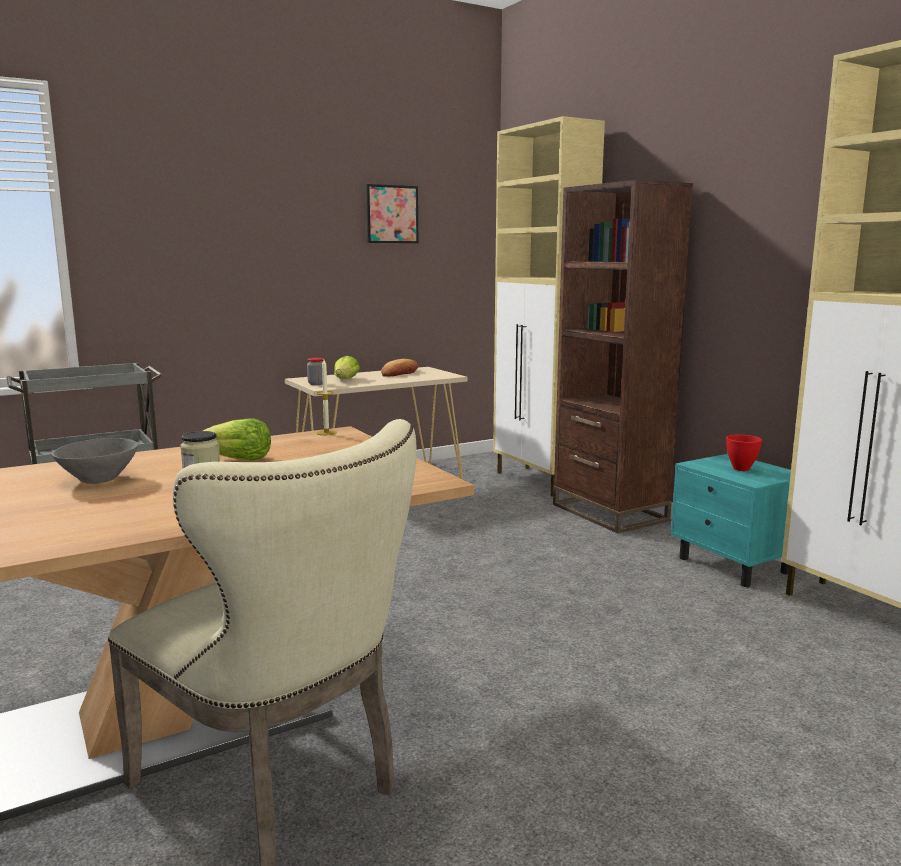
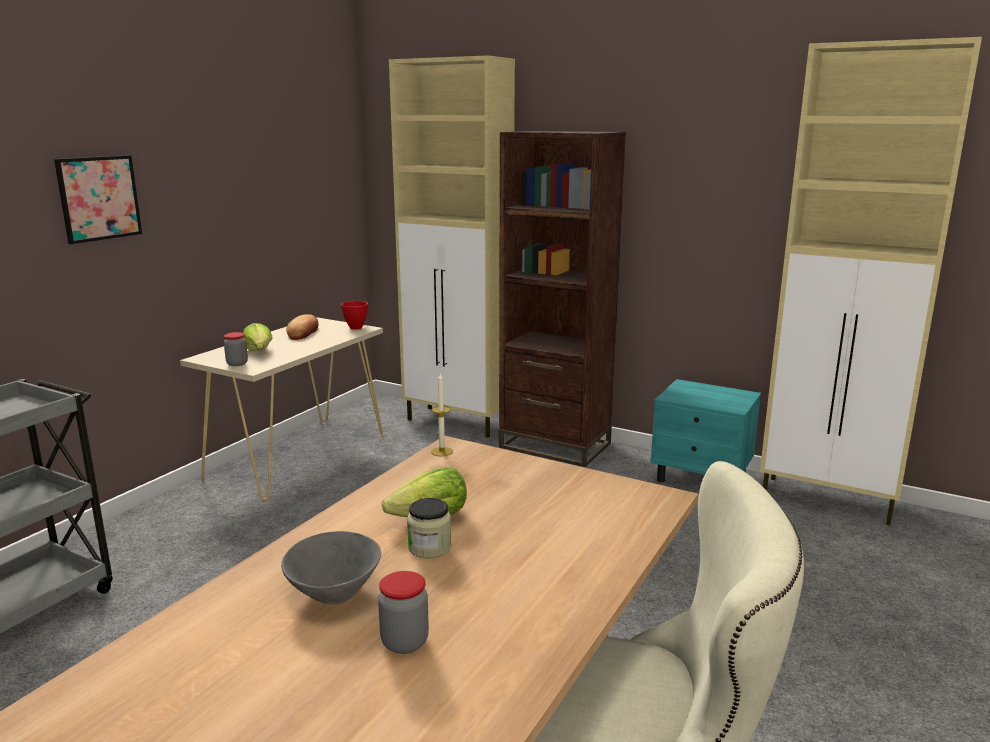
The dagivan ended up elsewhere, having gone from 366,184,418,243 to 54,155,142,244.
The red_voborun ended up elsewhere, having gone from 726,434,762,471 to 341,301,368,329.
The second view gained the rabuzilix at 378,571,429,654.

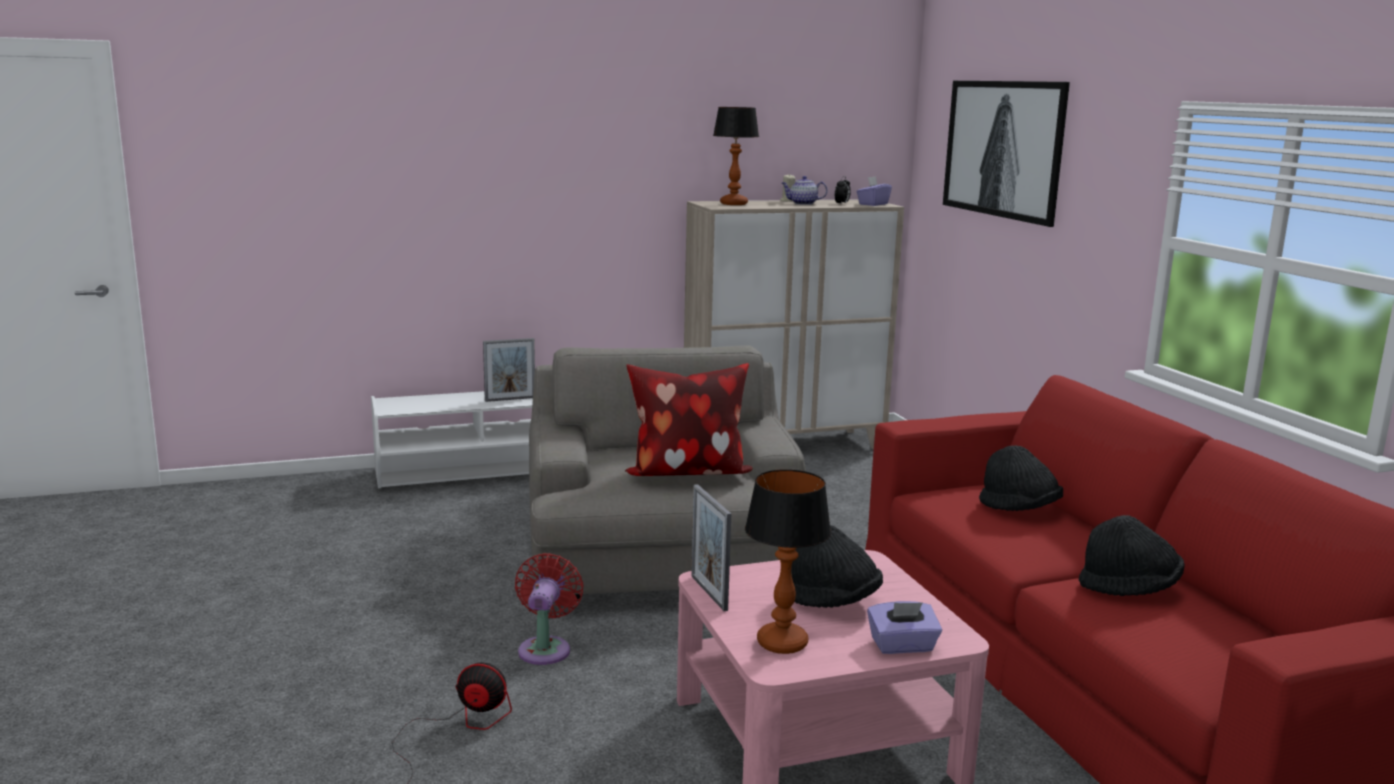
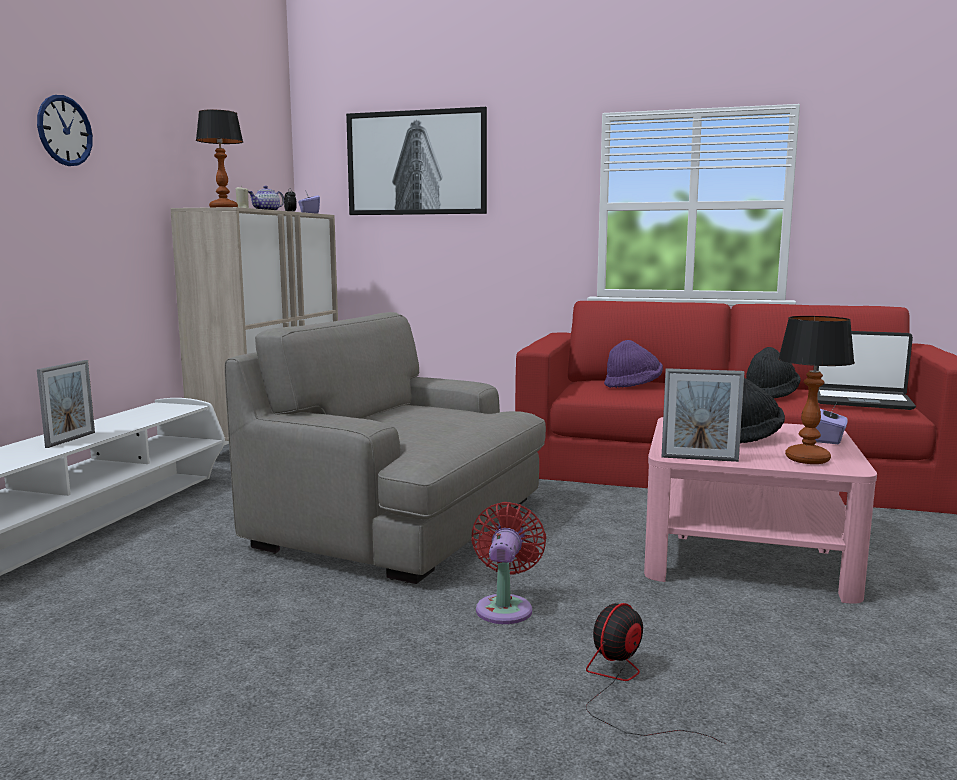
The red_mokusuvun at 515,553,584,665 ended up facing another way, 60 degrees clockwise from before.
The second view lost the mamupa at 625,363,752,476.
What was the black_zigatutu at 979,445,1063,511 turned into the purple_zigatutu at 604,340,663,388.
The second view gained the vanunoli at 37,95,93,166.
The second view gained the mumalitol at 816,331,916,410.

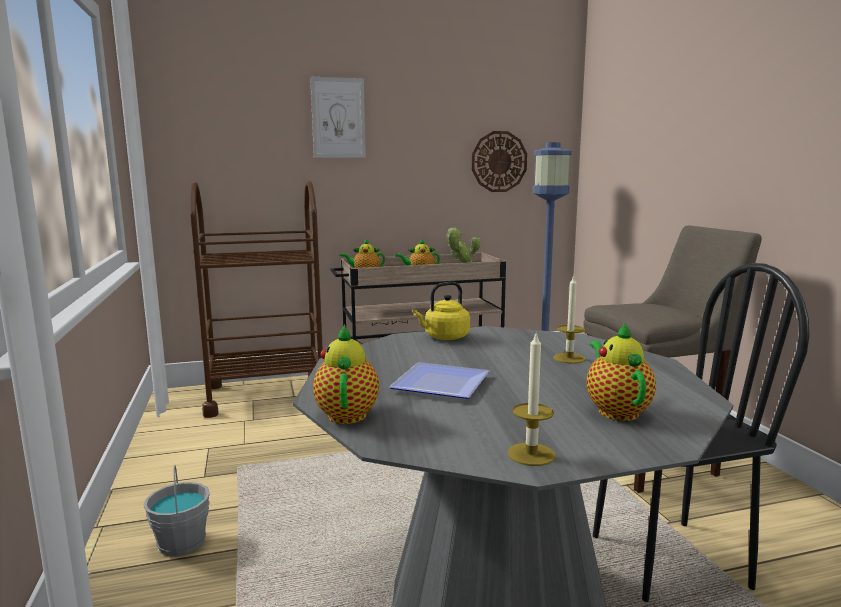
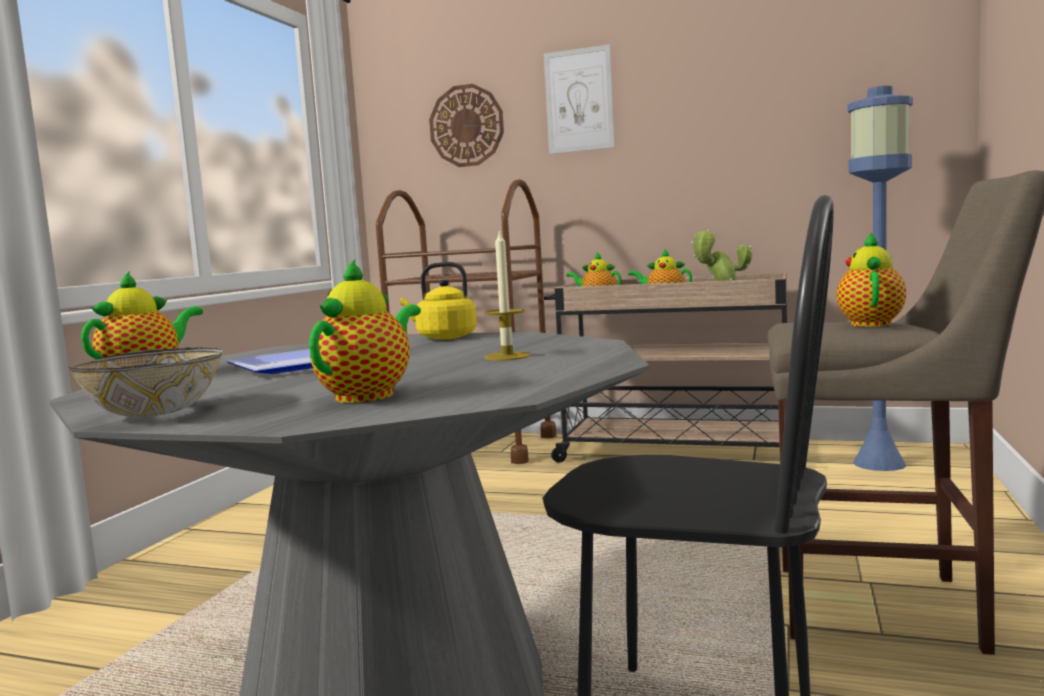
The second view lost the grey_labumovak at 143,465,210,556.
The vanunoli ended up elsewhere, having gone from 472,131,527,192 to 429,84,504,167.
Where the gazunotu stood at 507,331,556,466, the voborun came to stand at 69,347,222,417.
The second view gained the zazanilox at 837,232,906,327.

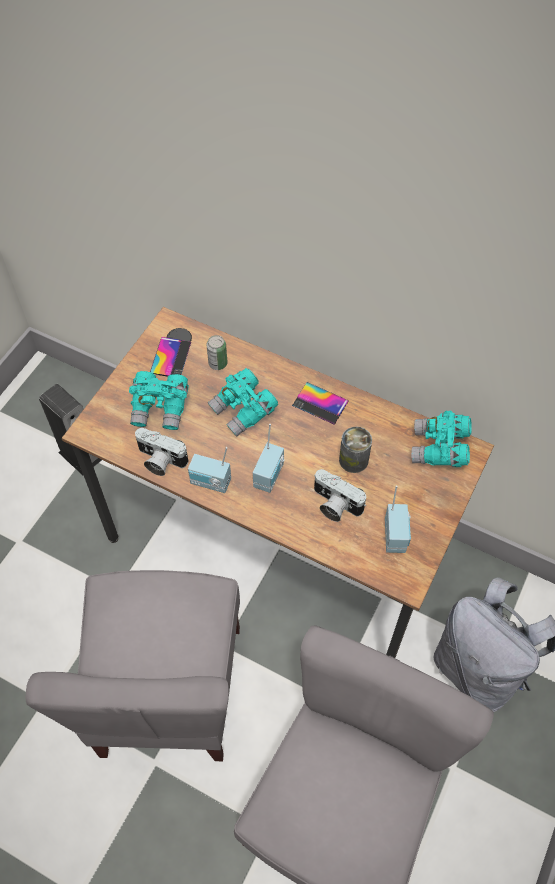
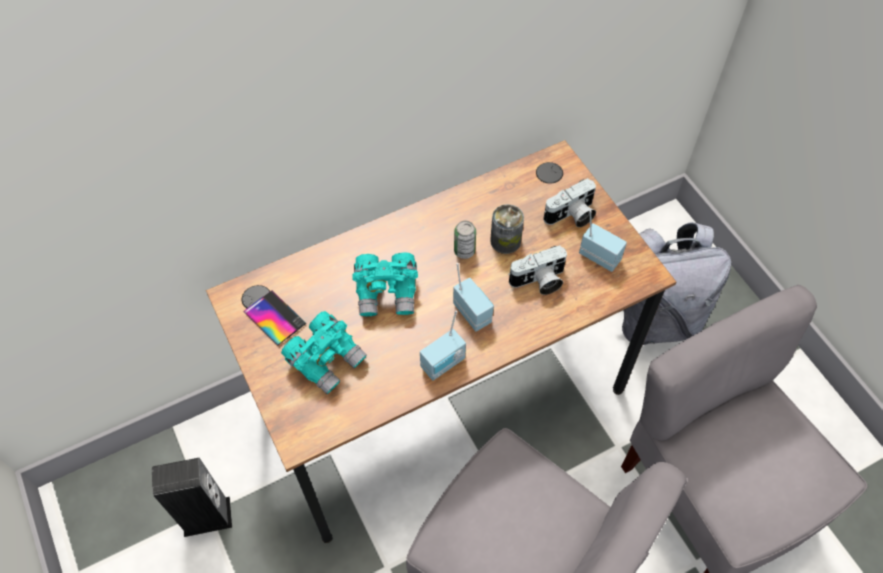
The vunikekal ended up elsewhere, having gone from 135,428,188,476 to 543,178,596,227.
The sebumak ended up elsewhere, having gone from 207,335,228,370 to 454,221,476,259.
The second view lost the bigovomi at 292,382,349,425.
The second view lost the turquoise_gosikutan at 411,411,472,467.

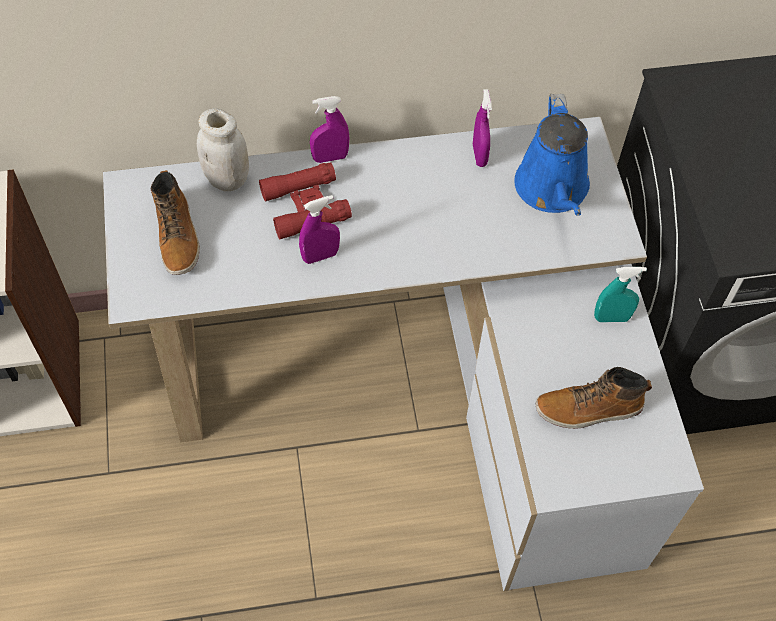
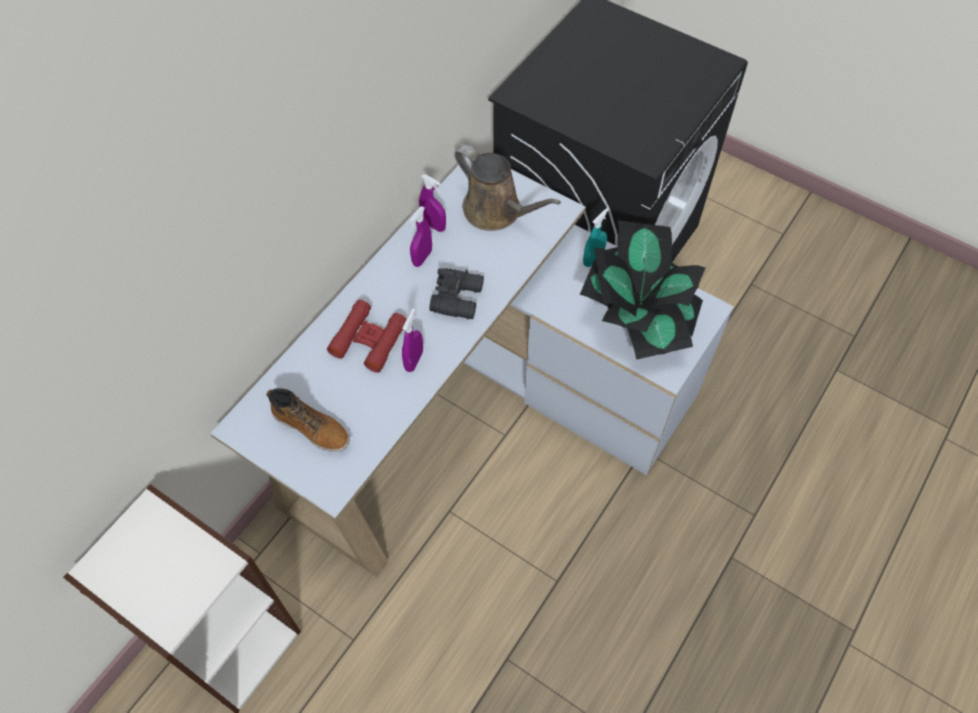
The second view lost the white_rabuzilix at 197,108,249,191.
The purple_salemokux ended up elsewhere, having gone from 310,96,349,163 to 410,206,432,267.
What was the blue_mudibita at 514,94,590,215 turned into the brown_mudibita at 454,145,561,231.
Where the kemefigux stood at 536,367,652,429, the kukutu came to stand at 580,220,706,360.
The second view gained the black_gosikutan at 429,268,484,319.

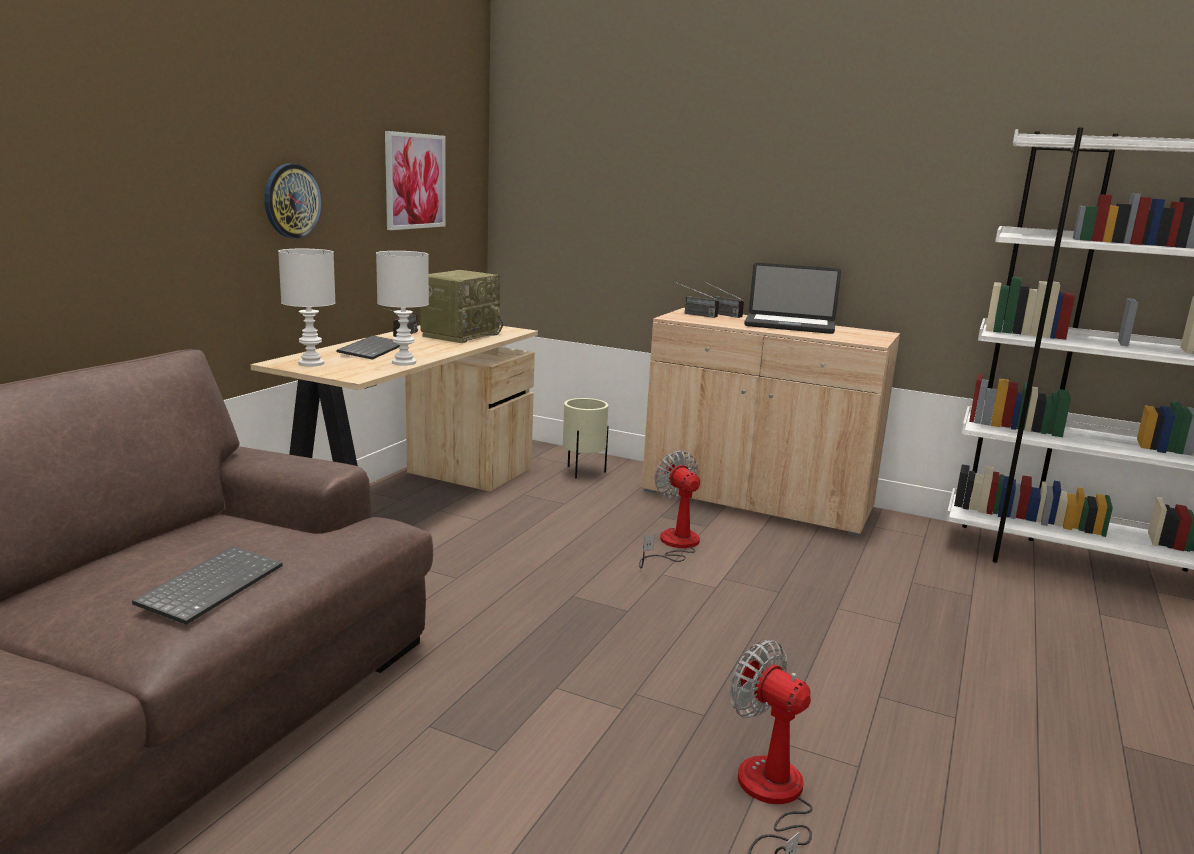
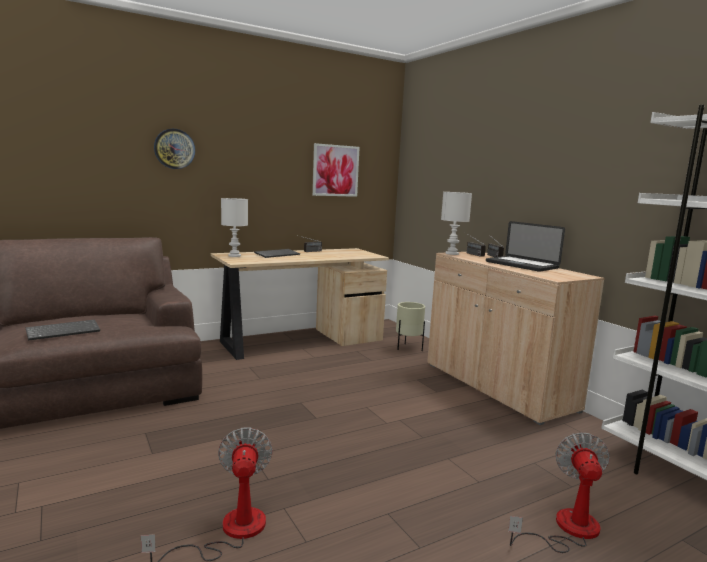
The vanunoli ended up elsewhere, having gone from 264,164,322,239 to 154,129,195,169.
The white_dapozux ended up elsewhere, having gone from 376,251,429,366 to 441,192,472,255.
The second view lost the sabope at 420,270,503,343.
The mokusuvun ended up elsewhere, having gone from 639,451,700,568 to 508,432,610,553.

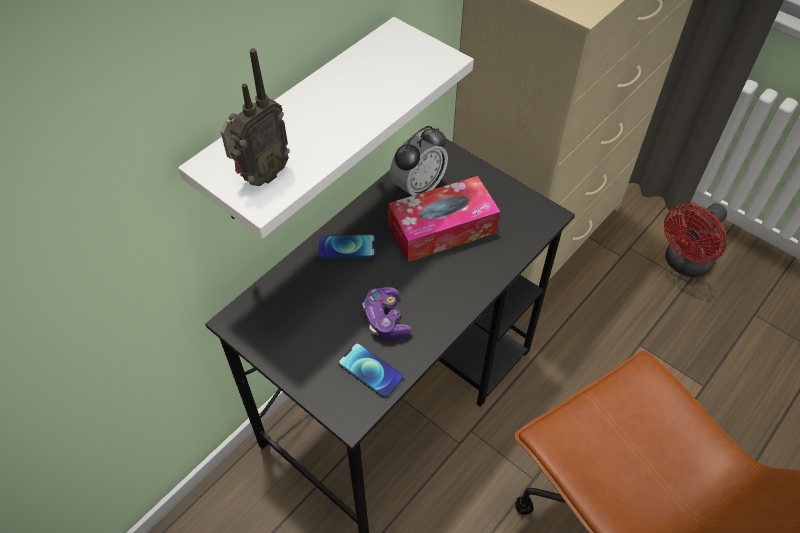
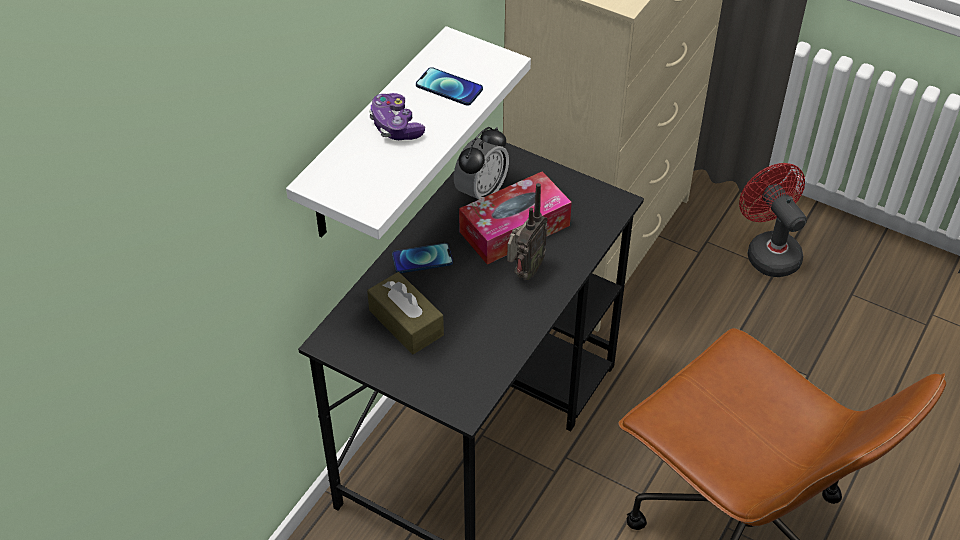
The sabope ended up elsewhere, having gone from 221,48,290,186 to 507,183,548,280.
The bigovomi ended up elsewhere, having gone from 338,343,404,398 to 416,67,483,106.
The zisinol ended up elsewhere, having gone from 362,287,412,339 to 369,93,425,140.
The red_mokusuvun at 664,203,727,278 ended up facing another way, 120 degrees clockwise from before.
The second view gained the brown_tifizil at 367,272,444,354.

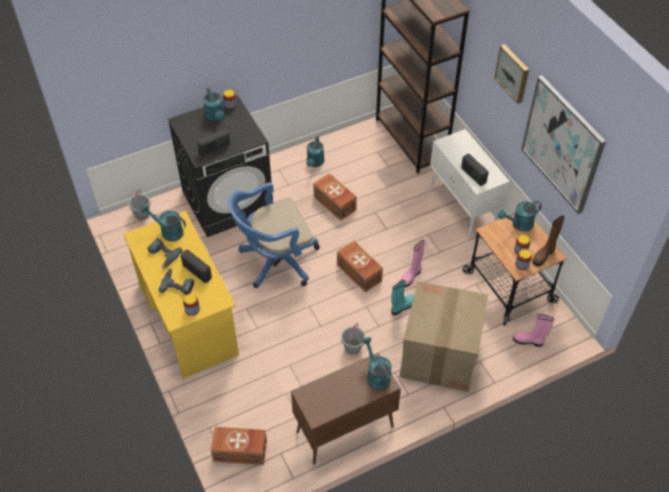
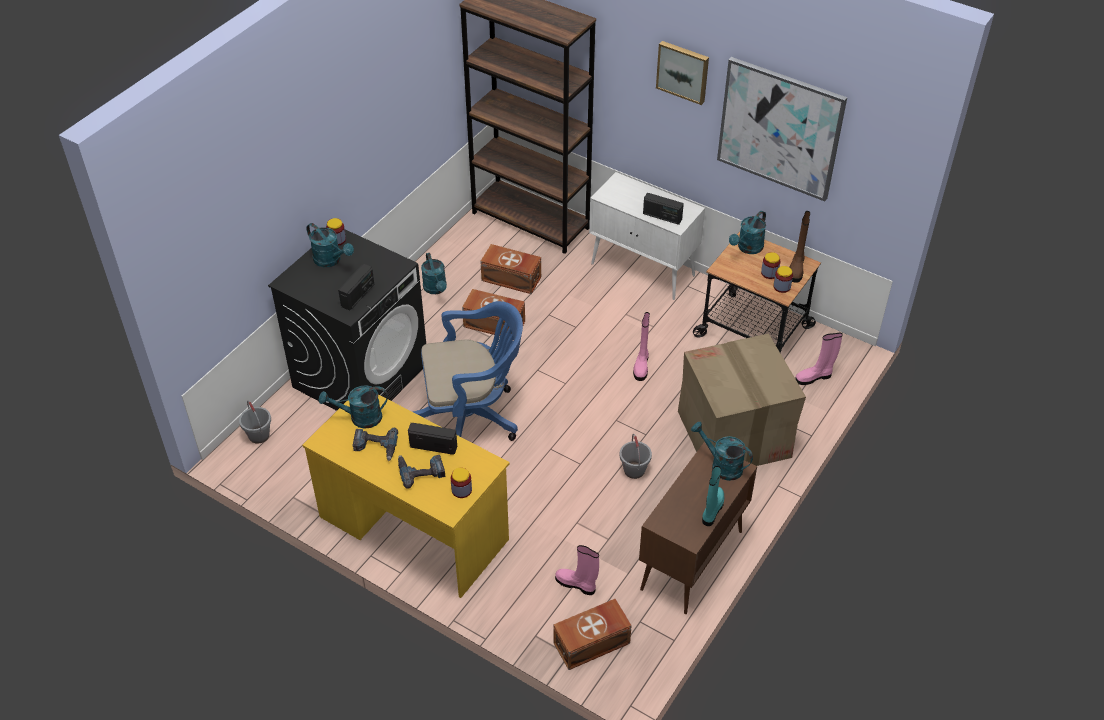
The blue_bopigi at 228,182,320,288 ended up facing another way, 135 degrees counterclockwise from before.
The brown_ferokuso ended up elsewhere, having gone from 337,241,383,292 to 480,244,541,294.
The turquoise_kemefigux ended up elsewhere, having gone from 391,280,414,315 to 702,466,724,526.
The second view gained the pink_kemefigux at 555,545,599,595.

